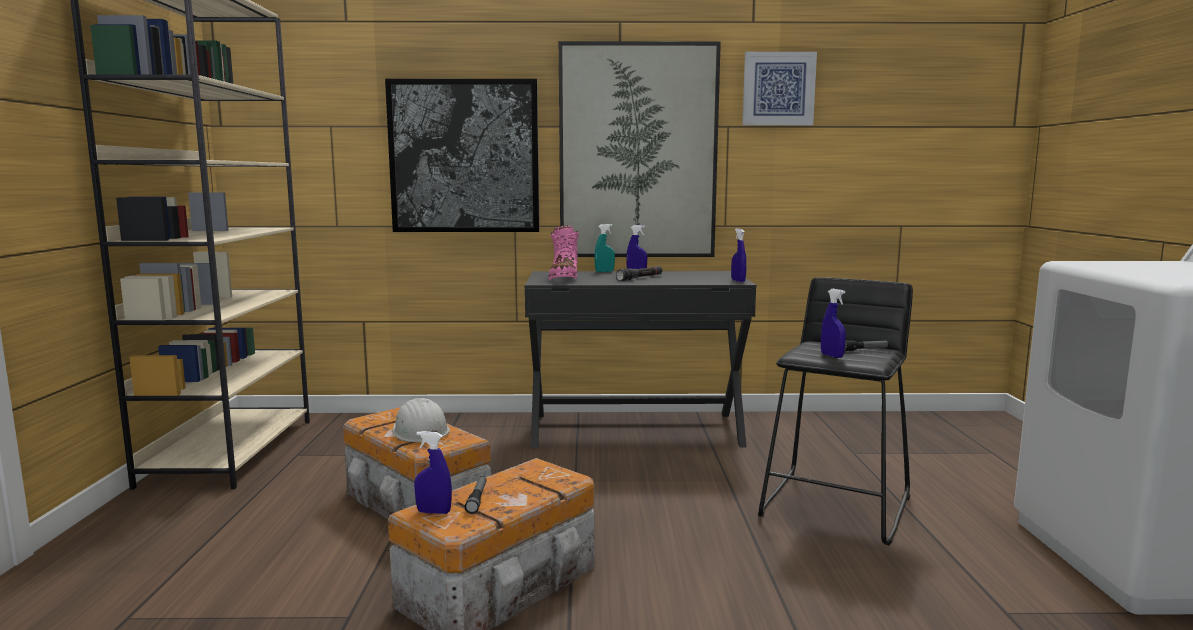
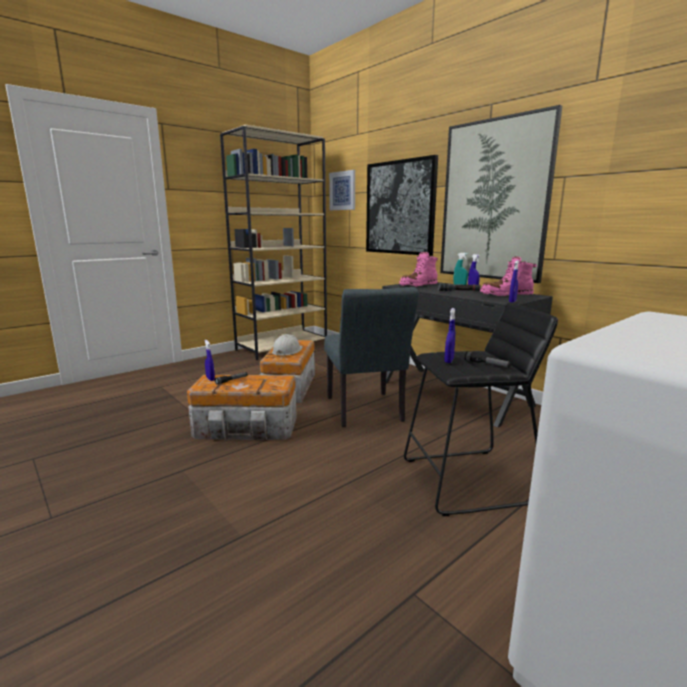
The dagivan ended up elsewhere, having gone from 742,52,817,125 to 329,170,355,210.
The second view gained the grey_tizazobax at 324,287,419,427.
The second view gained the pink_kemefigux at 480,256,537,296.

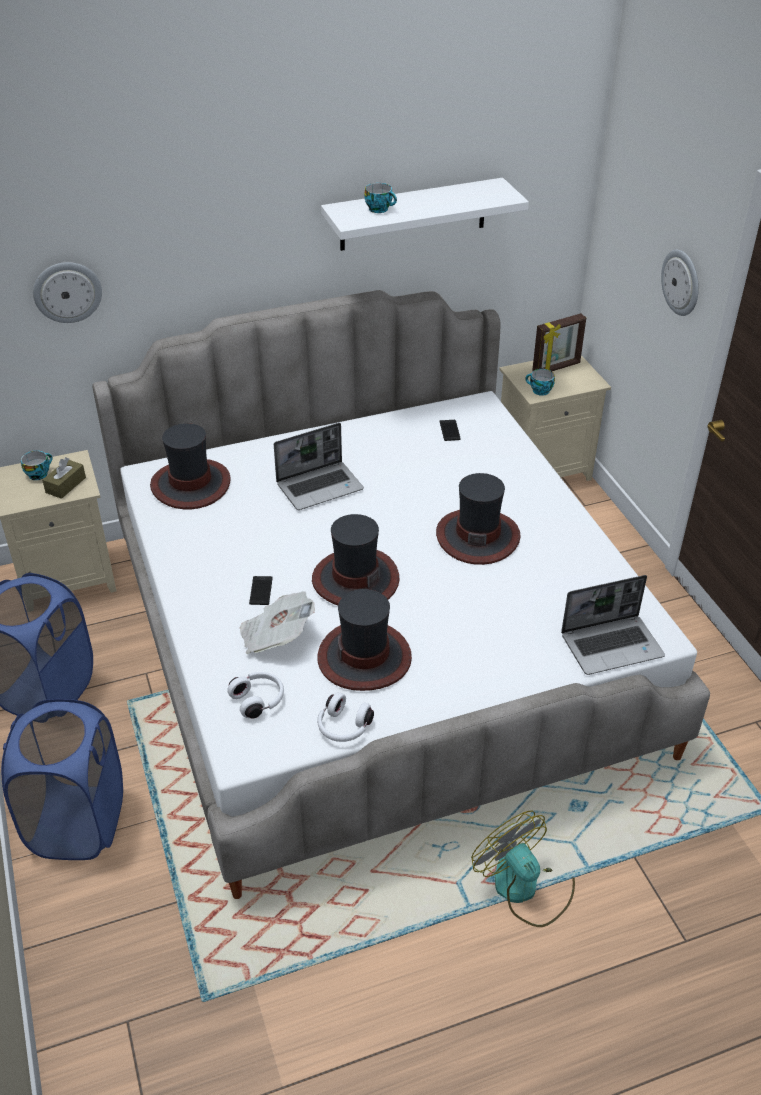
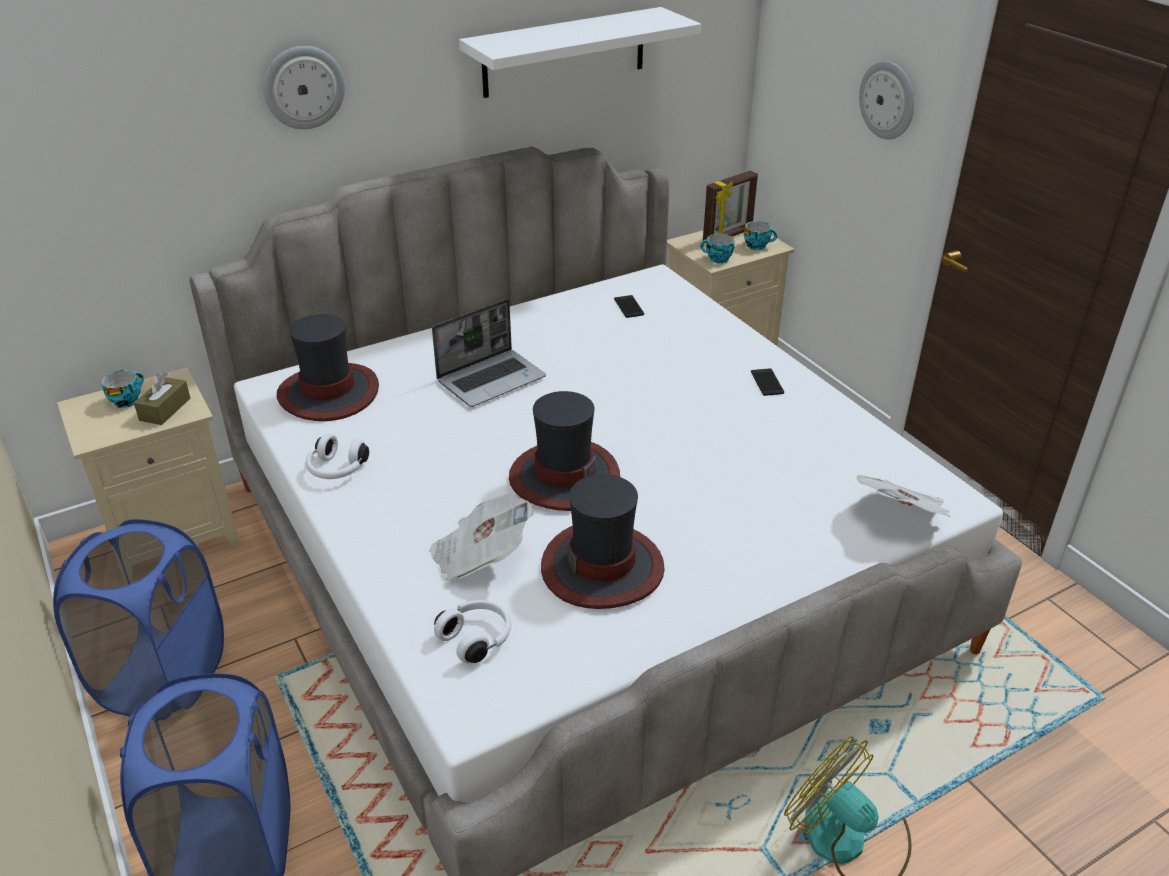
The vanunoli ended up elsewhere, having gone from 33,262,102,323 to 263,46,345,129.
The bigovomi ended up elsewhere, having gone from 249,576,273,605 to 751,368,784,396.
The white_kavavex ended up elsewhere, having gone from 317,692,374,742 to 306,433,369,479.
The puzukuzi ended up elsewhere, having gone from 364,183,397,213 to 744,221,777,250.
The second view lost the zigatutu at 436,473,521,565.
Where the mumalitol stood at 561,575,665,675, the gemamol came to stand at 856,475,951,517.

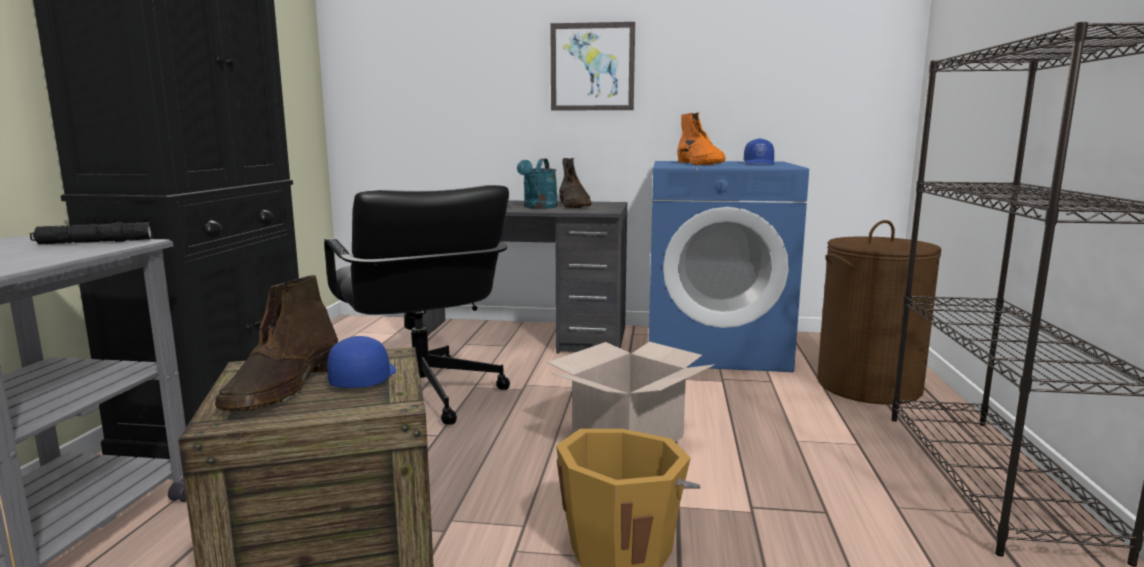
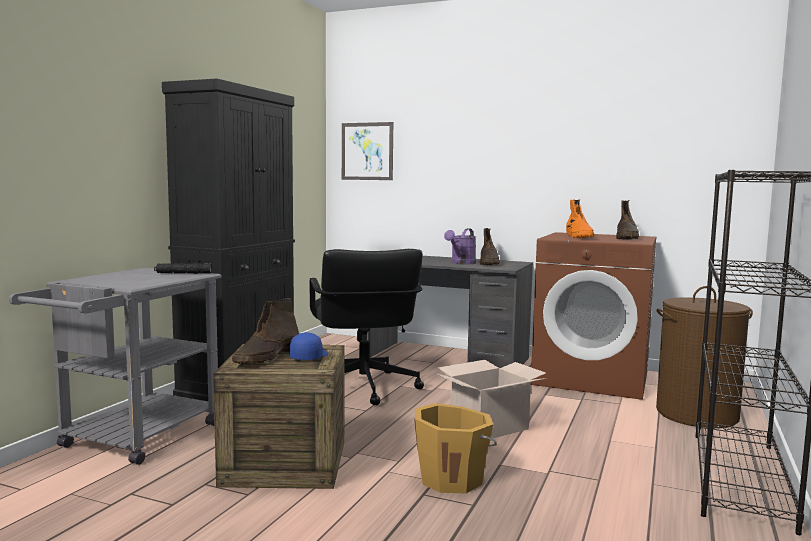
What was the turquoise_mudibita at 517,158,558,209 turned into the purple_mudibita at 444,228,476,265.
The dagivan ended up elsewhere, having gone from 550,22,635,111 to 342,122,393,180.
What was the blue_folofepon at 649,161,809,372 turned into the brown_folofepon at 531,232,656,400.
Where the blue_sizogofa stood at 744,138,775,165, the brown_kemefigux came to stand at 616,200,640,240.

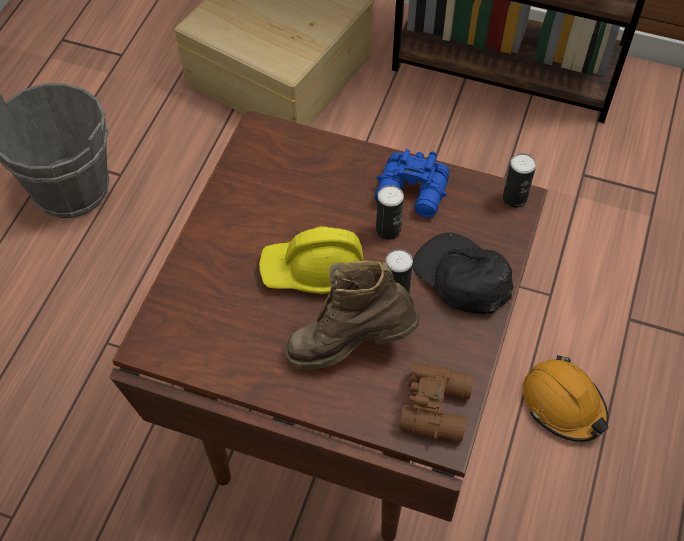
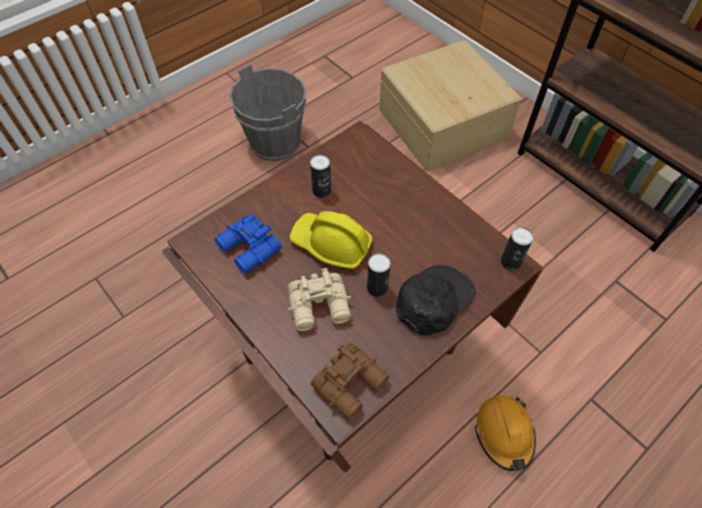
Where the brown_kemefigux stood at 285,261,420,369, the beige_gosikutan came to stand at 288,268,351,331.
The blue_gosikutan ended up elsewhere, having gone from 375,149,449,217 to 214,214,282,274.
The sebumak ended up elsewhere, having gone from 376,185,404,240 to 310,155,331,198.
The black_sizogofa at 412,233,513,315 ended up facing another way, 60 degrees clockwise from before.

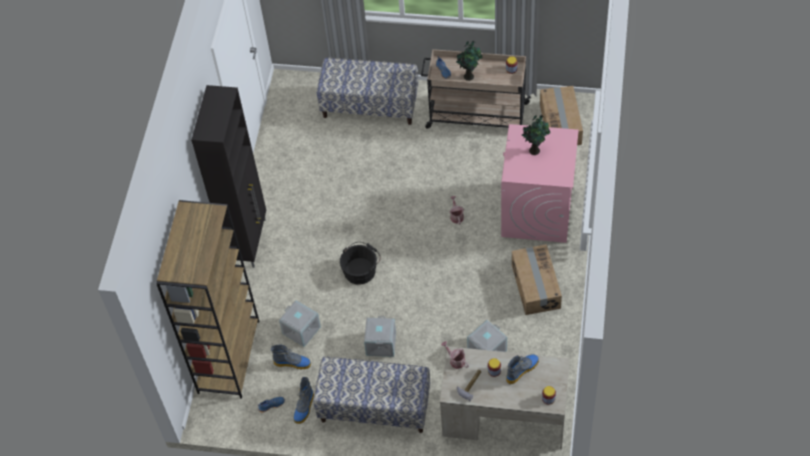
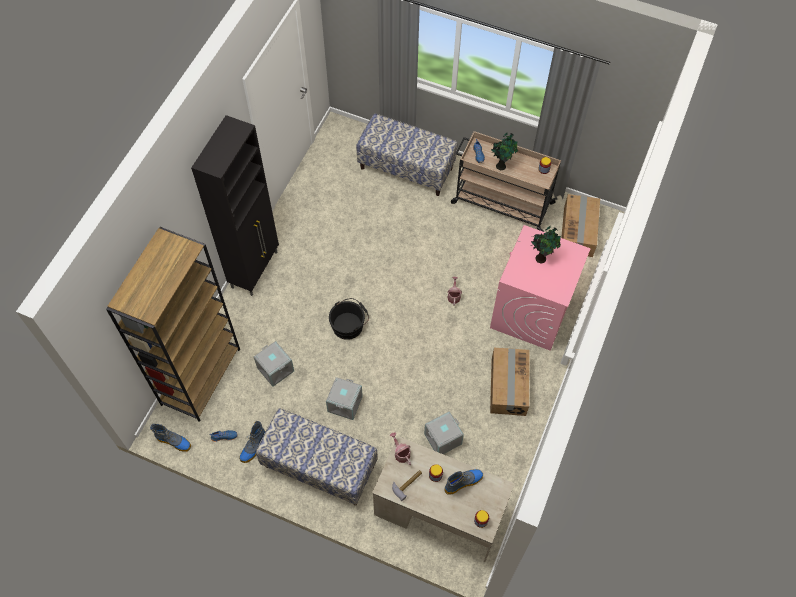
The kemefigux ended up elsewhere, having gone from 271,344,311,370 to 150,424,191,452.

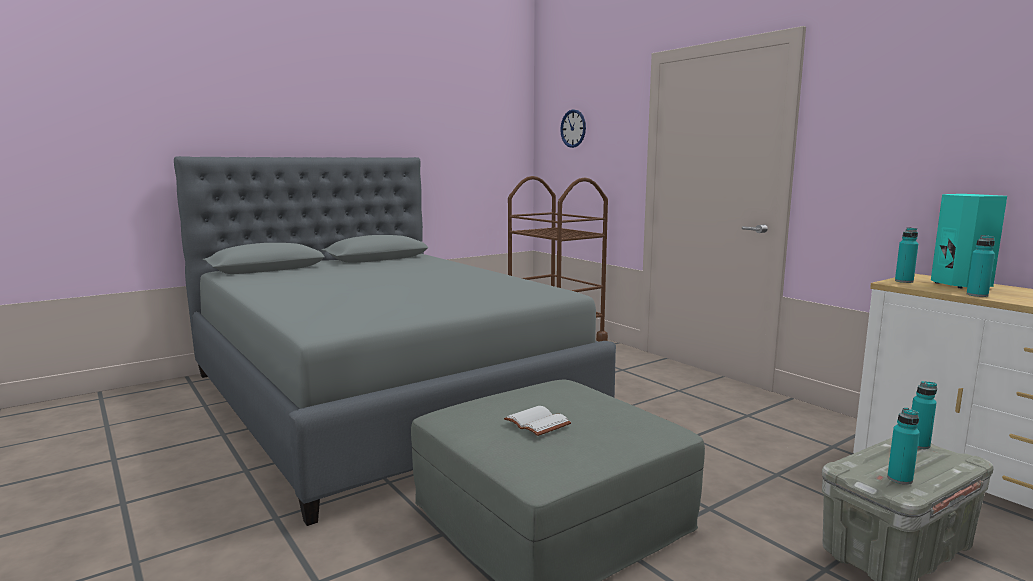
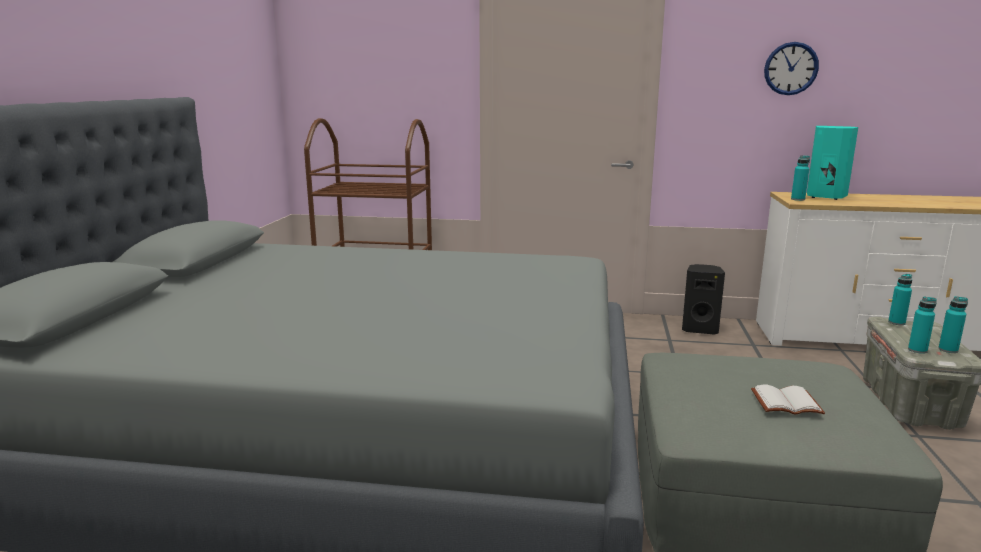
The vanunoli ended up elsewhere, having gone from 560,109,586,148 to 764,42,819,95.
The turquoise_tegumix ended up elsewhere, having gone from 967,235,995,297 to 908,297,937,354.
The second view gained the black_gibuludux at 682,264,725,335.

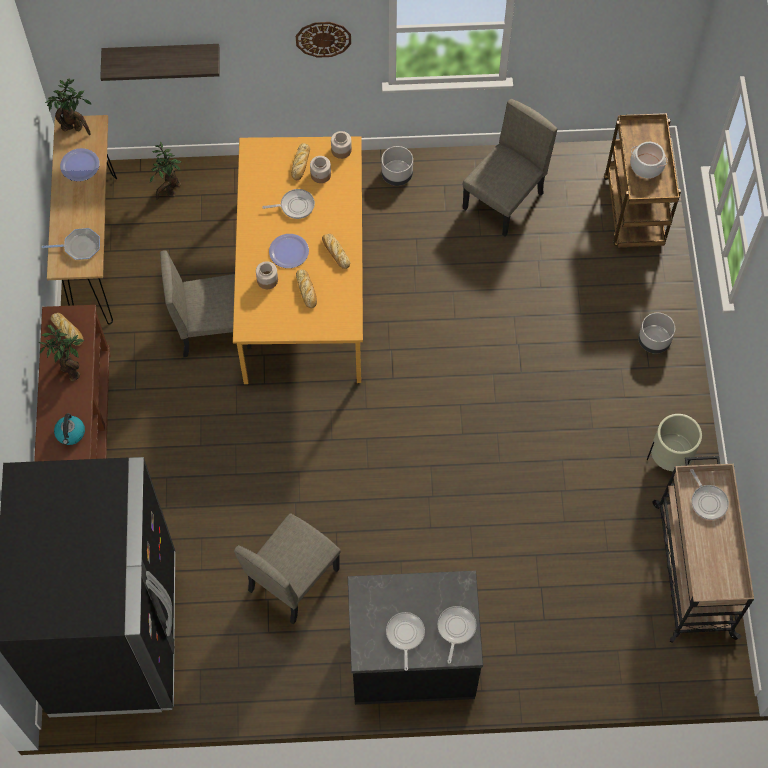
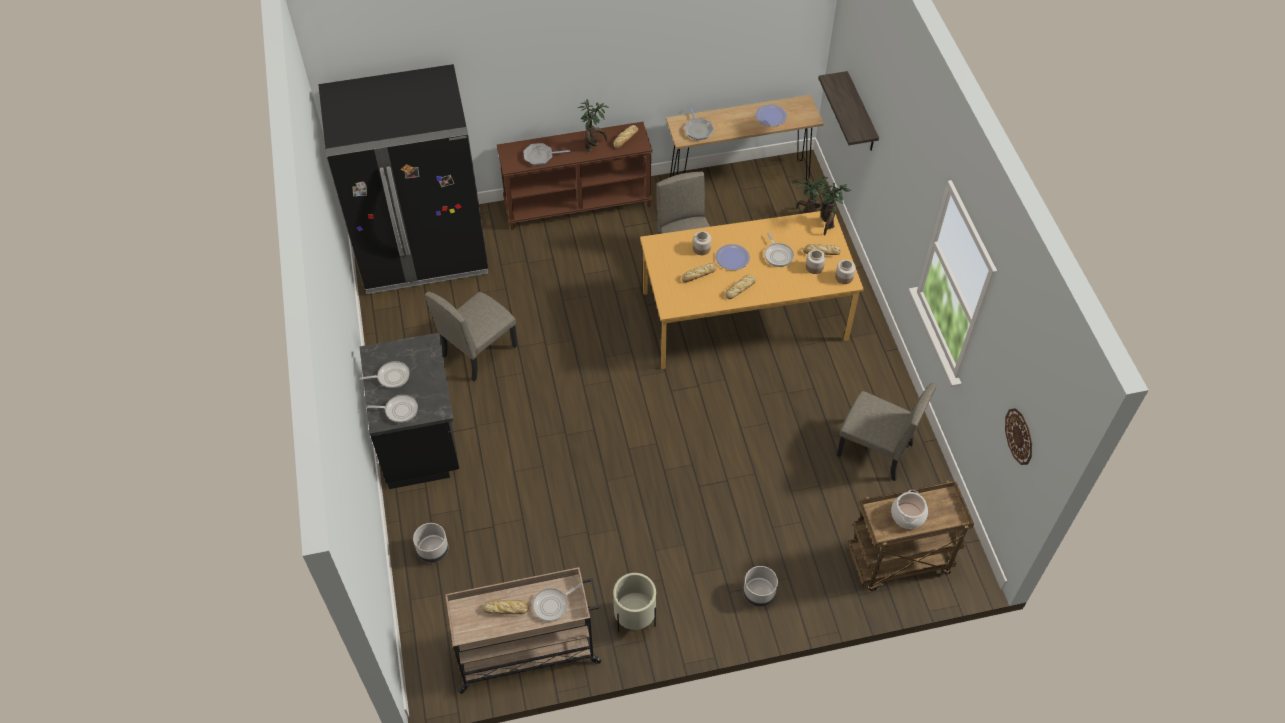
The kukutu ended up elsewhere, having gone from 45,79,92,135 to 815,178,851,236.
Where the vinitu stood at 54,414,85,445, the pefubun came to stand at 524,143,570,165.
The beige_tizazobax at 234,513,341,624 ended up facing another way, 75 degrees counterclockwise from before.
The vanunoli ended up elsewhere, having gone from 296,22,351,58 to 1005,408,1032,465.
The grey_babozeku ended up elsewhere, having gone from 381,146,413,186 to 413,523,449,563.
The second view gained the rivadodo at 483,600,528,614.

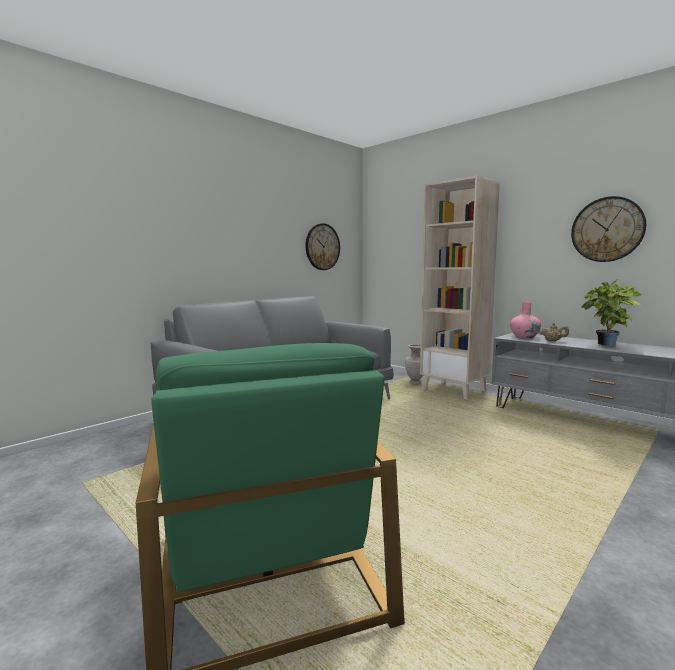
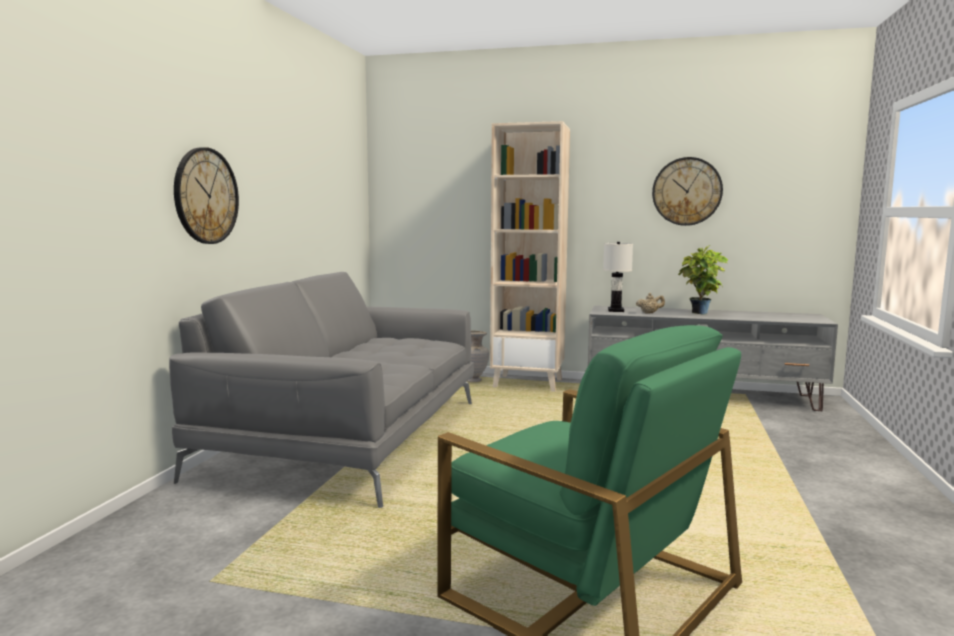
The vanunoli ended up elsewhere, having gone from 305,223,340,270 to 174,147,239,244.
Where the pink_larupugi stood at 510,302,541,338, the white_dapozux came to stand at 603,242,633,312.

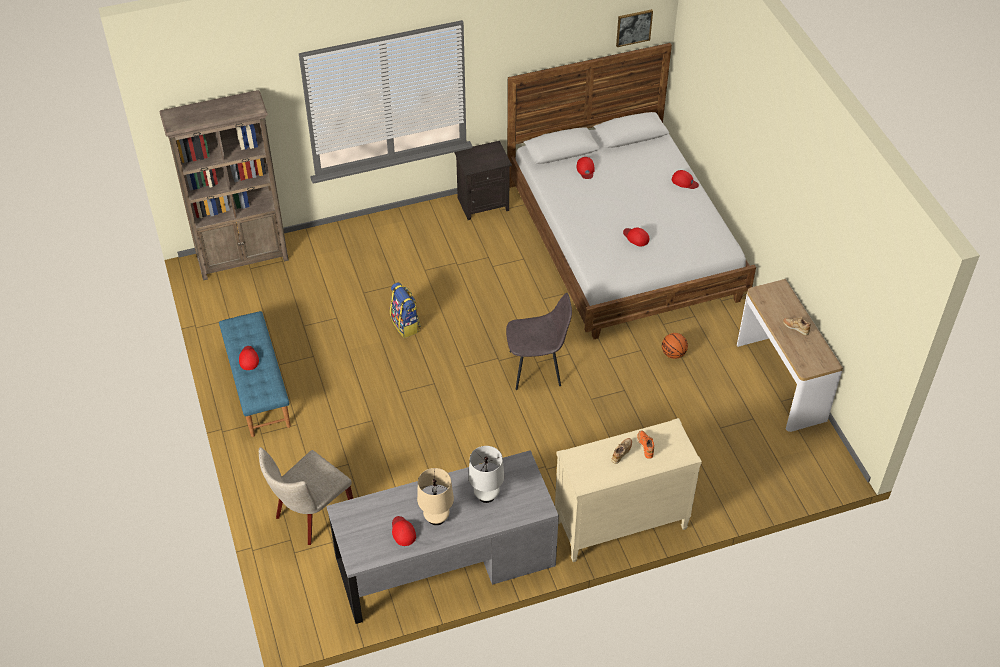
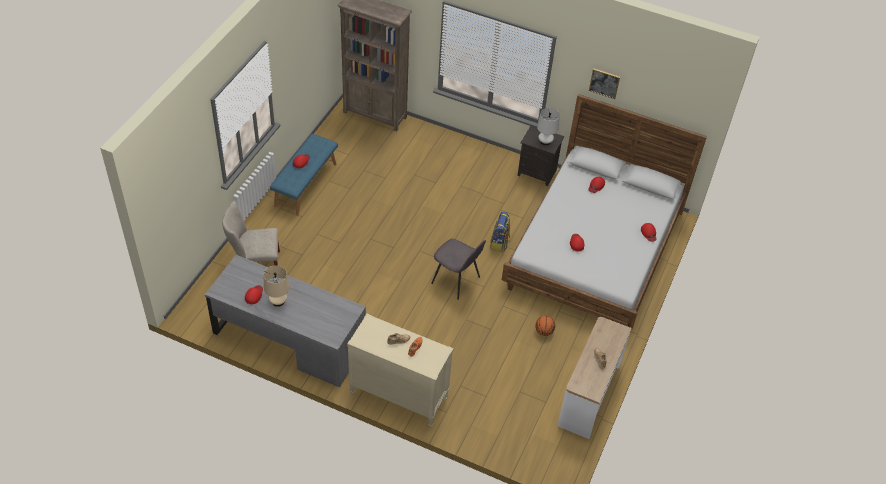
The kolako ended up elsewhere, having gone from 390,282,421,338 to 490,211,510,252.
The white_dapozux ended up elsewhere, having gone from 468,446,504,503 to 537,108,560,146.
The dagivan ended up elsewhere, having gone from 616,9,653,47 to 589,68,620,99.

